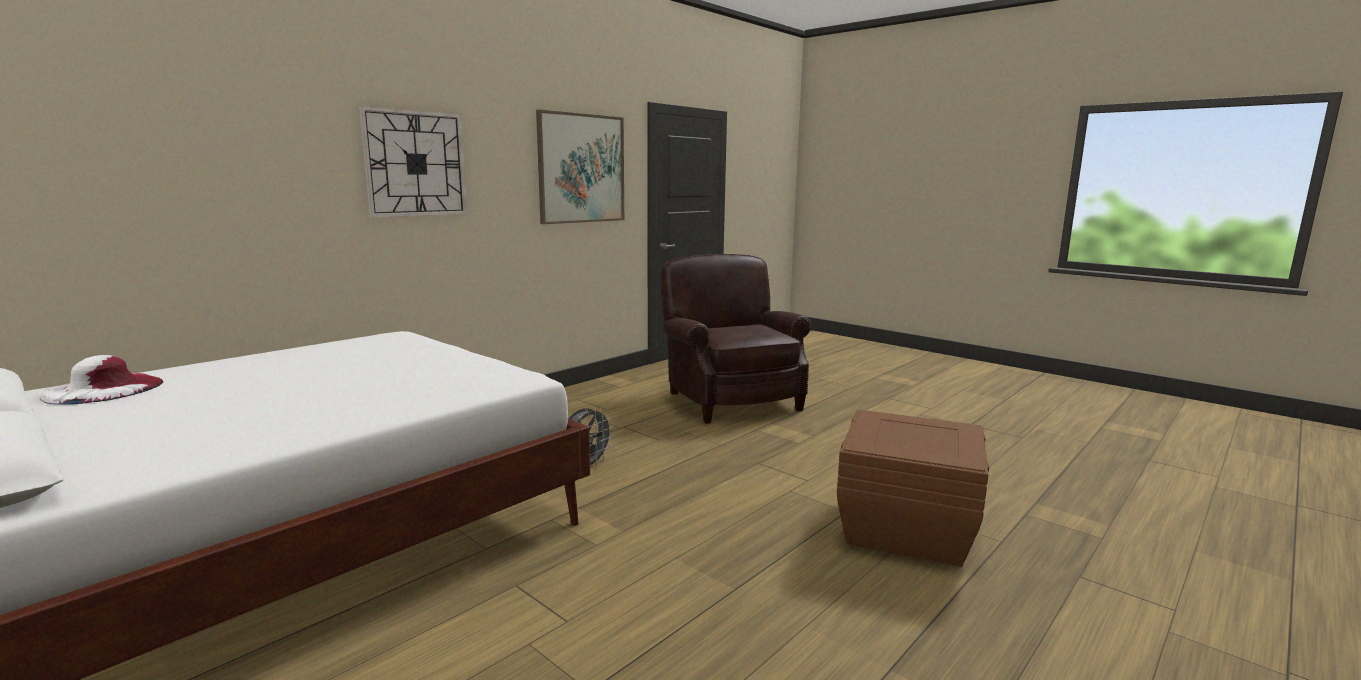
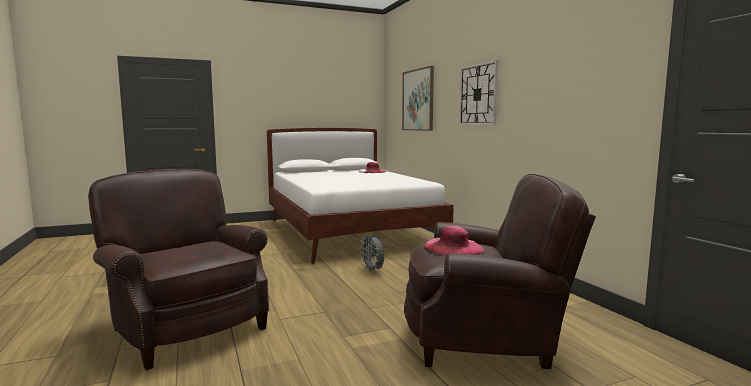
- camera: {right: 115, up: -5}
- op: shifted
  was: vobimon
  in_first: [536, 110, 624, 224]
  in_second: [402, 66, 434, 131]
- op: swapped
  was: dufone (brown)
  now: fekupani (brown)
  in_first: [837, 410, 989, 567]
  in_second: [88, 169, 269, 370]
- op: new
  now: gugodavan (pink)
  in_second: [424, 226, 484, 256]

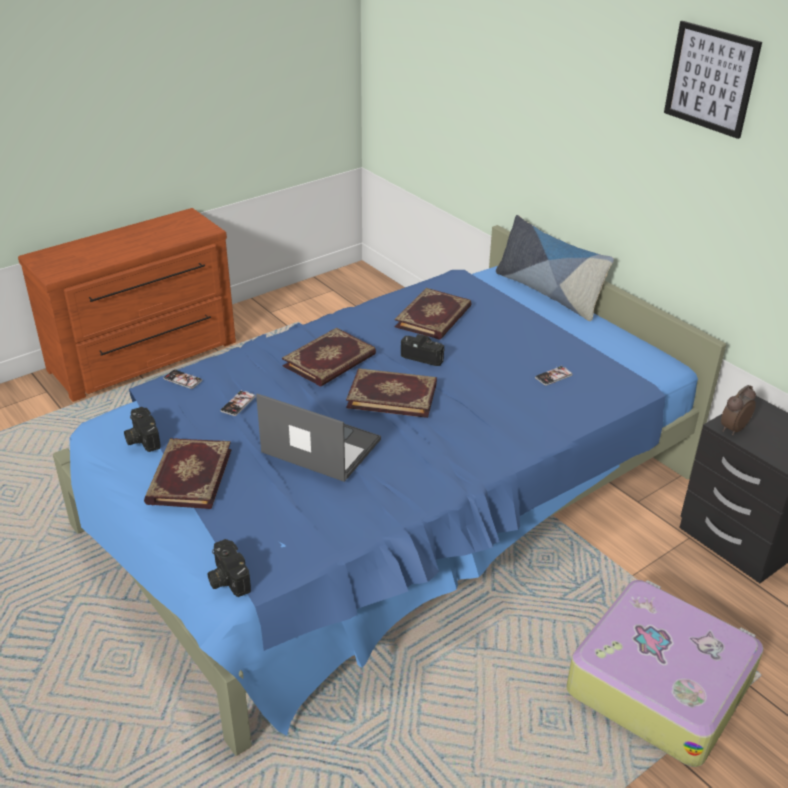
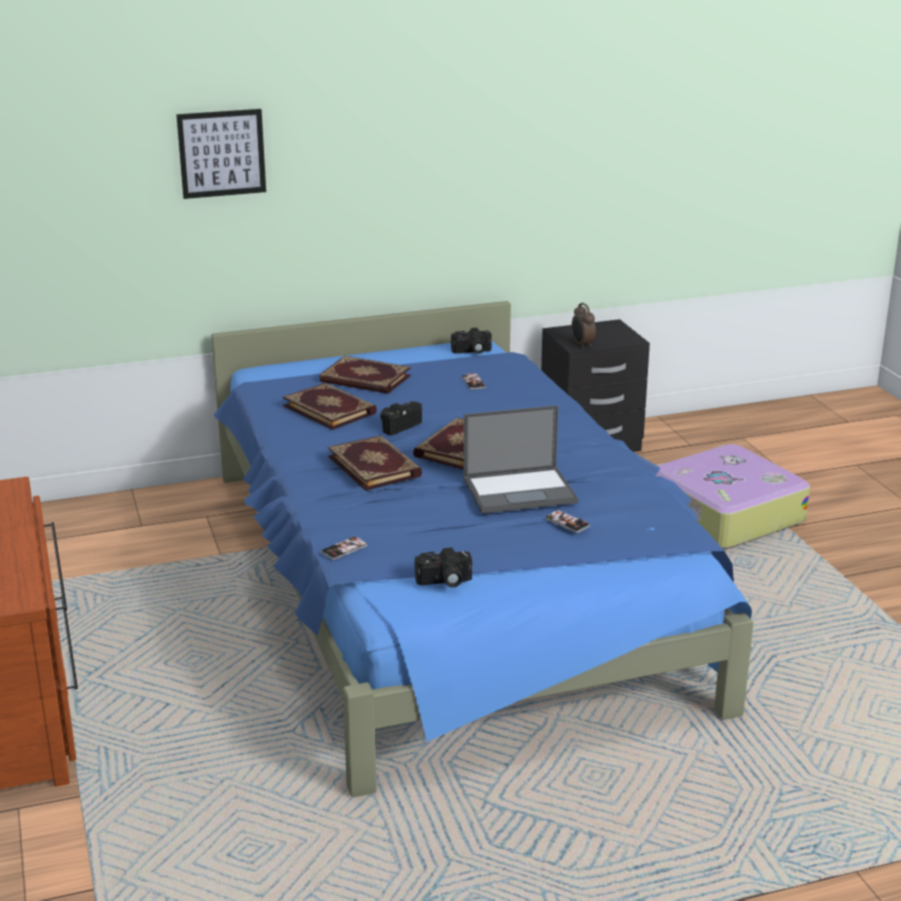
- camera: {right: -70, up: -10}
- op: shifted
  was: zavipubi
  in_first: [144, 438, 231, 509]
  in_second: [320, 356, 411, 394]
- op: shifted
  was: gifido
  in_first: [208, 539, 251, 597]
  in_second: [451, 328, 492, 354]
- op: shifted
  was: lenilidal
  in_first: [220, 390, 256, 416]
  in_second: [545, 509, 590, 533]
- op: rotated
  was: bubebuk
  in_first: [256, 394, 381, 482]
  in_second: [464, 405, 578, 514]
  clockwise: -150
- op: gone
  was: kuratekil
  in_first: [496, 215, 614, 321]
- op: shifted
  was: vobimon
  in_first: [664, 21, 762, 139]
  in_second: [176, 109, 266, 199]

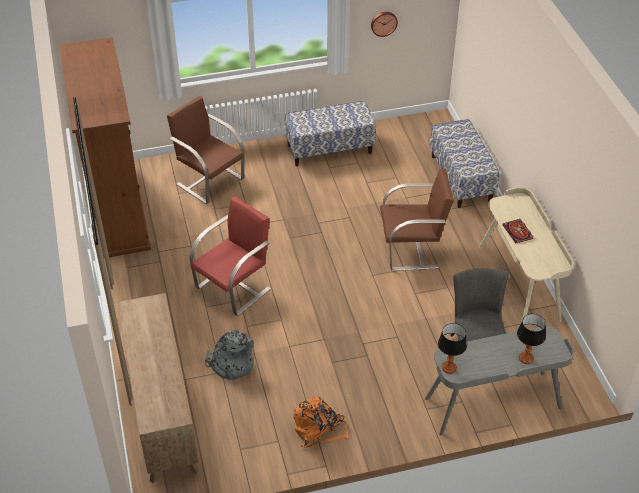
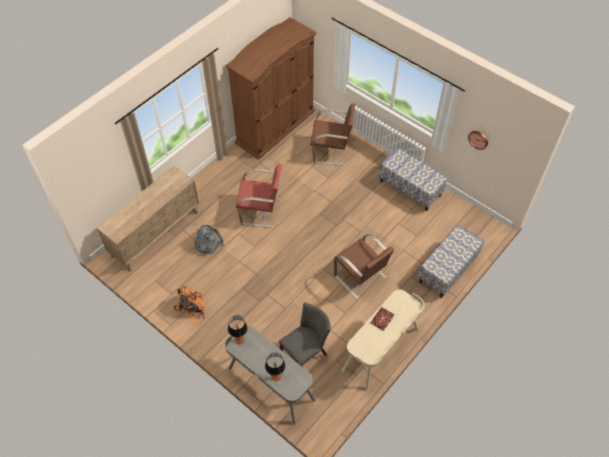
- camera: {right: 55, up: 10}
- op: rotated
  was: fekupani (brown)
  in_first: [167, 96, 245, 204]
  in_second: [311, 103, 356, 166]
  clockwise: 90

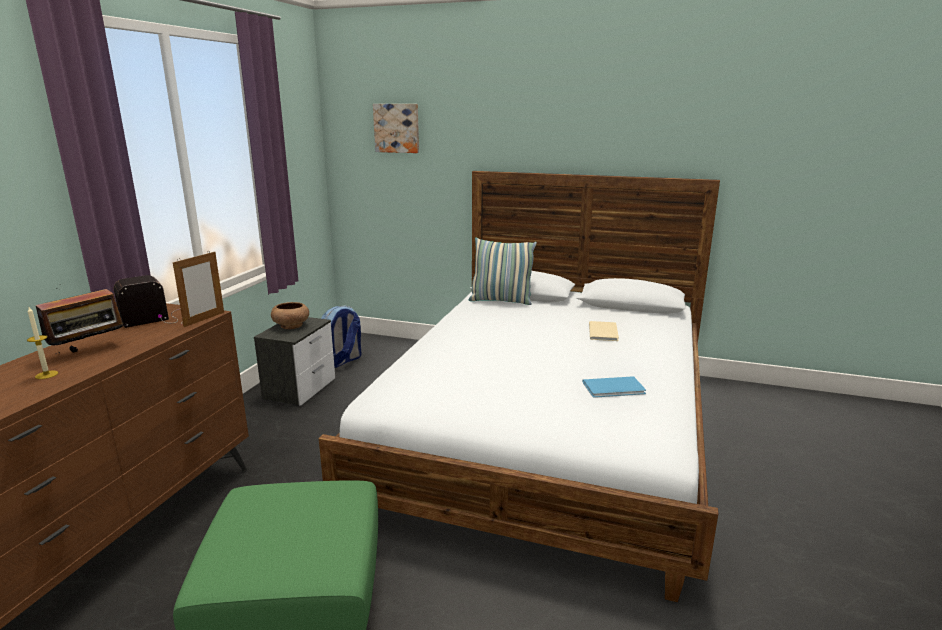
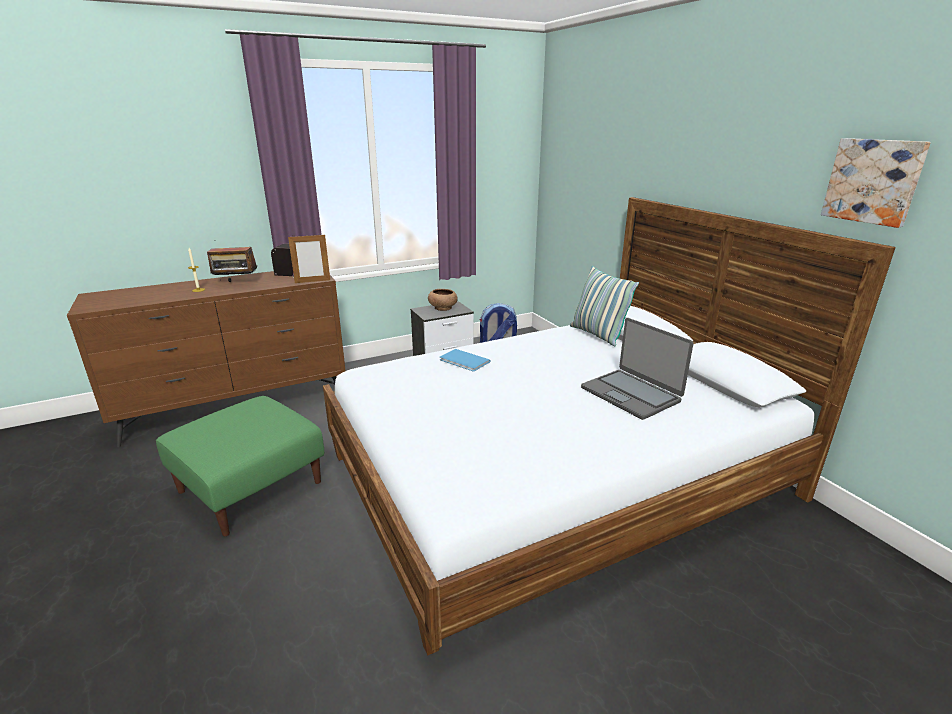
- camera: {right: 45, up: 5}
- op: shifted
  was: vobimon
  in_first: [373, 104, 419, 153]
  in_second: [821, 138, 931, 228]
- op: shifted
  was: zavipubi (blue)
  in_first: [582, 376, 646, 398]
  in_second: [440, 349, 491, 372]
- op: swapped
  was: zavipubi (beige)
  now: bubebuk
  in_first: [589, 321, 619, 341]
  in_second: [581, 318, 693, 420]

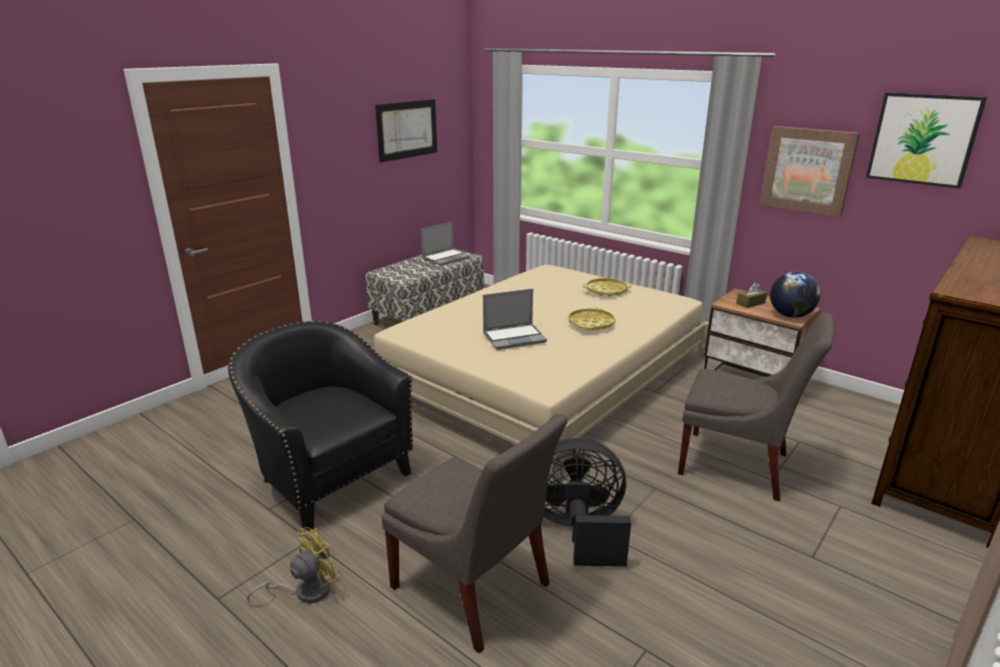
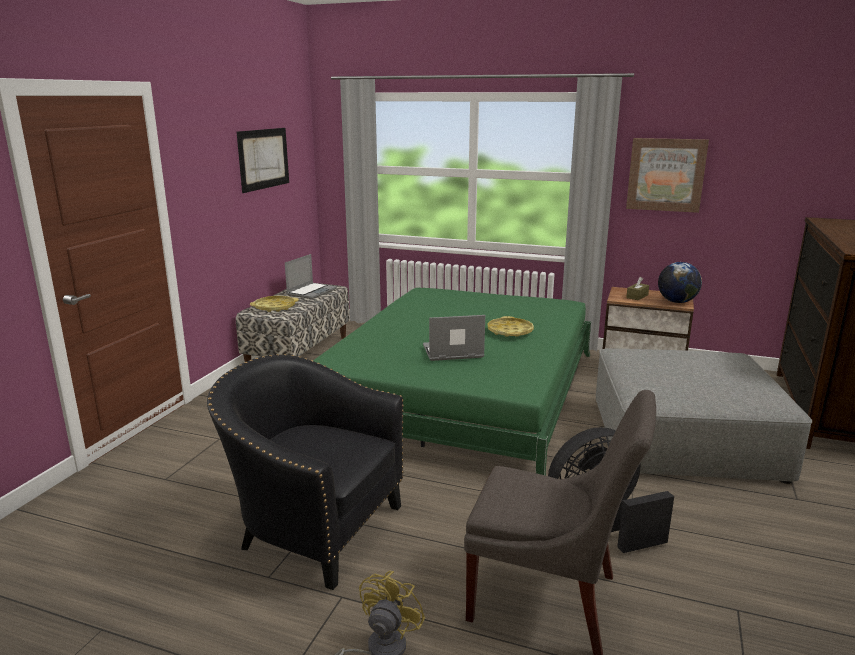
- camera: {right: -20, up: -5}
- op: repainted
  was: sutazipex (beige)
  now: sutazipex (green)
  in_first: [374, 265, 709, 485]
  in_second: [313, 288, 591, 476]
- op: rotated
  was: bubebuk
  in_first: [483, 289, 547, 350]
  in_second: [423, 315, 485, 361]
  clockwise: -150
- op: shifted
  was: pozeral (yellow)
  in_first: [582, 278, 632, 297]
  in_second: [250, 296, 299, 312]
- op: swapped
  was: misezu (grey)
  now: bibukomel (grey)
  in_first: [678, 313, 835, 501]
  in_second: [596, 348, 812, 484]
- op: gone
  was: vobimon
  in_first: [866, 92, 987, 189]

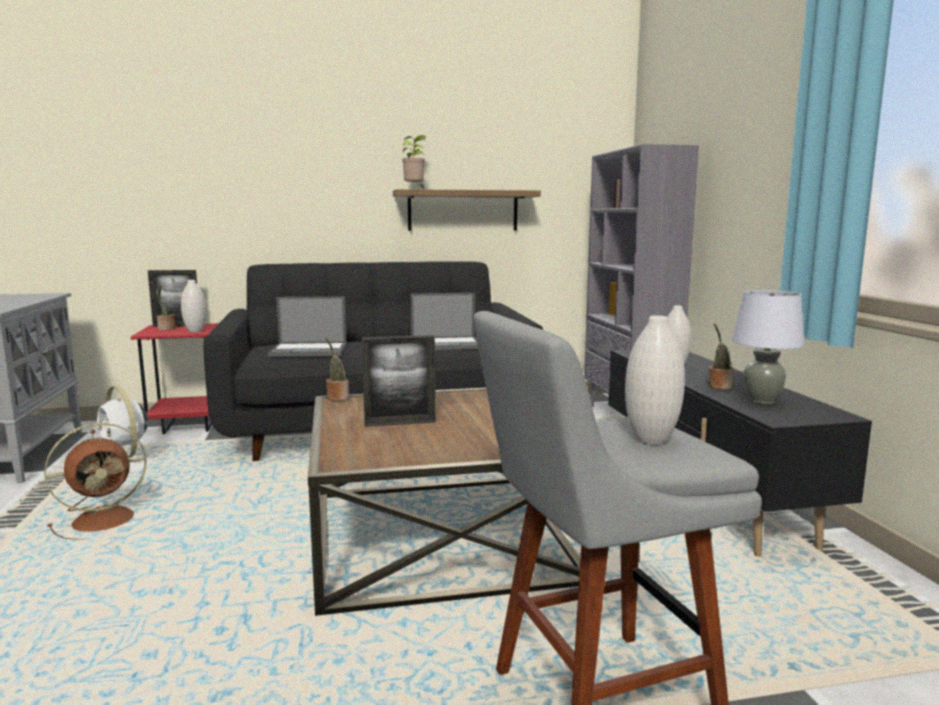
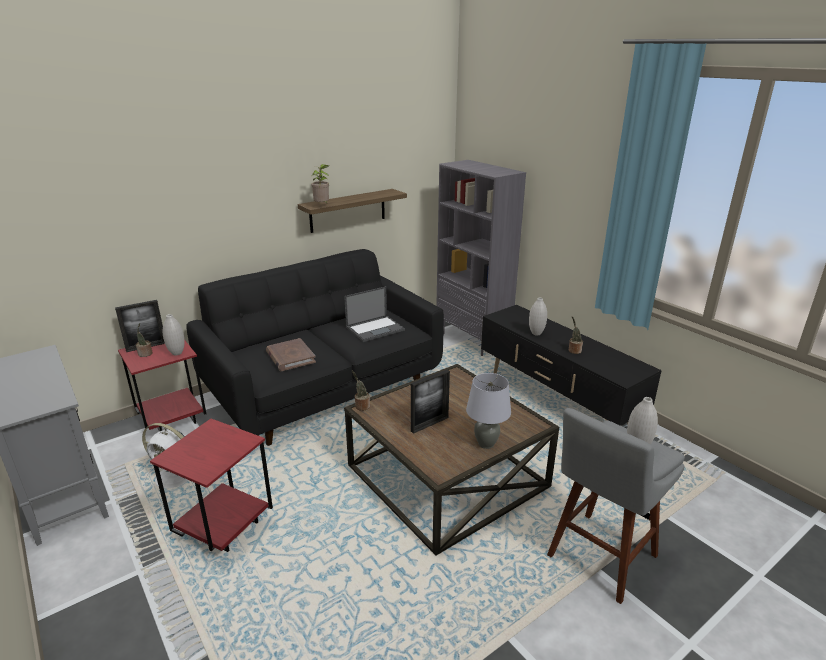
- camera: {right: -25, up: 15}
- op: swapped
  was: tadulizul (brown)
  now: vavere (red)
  in_first: [44, 423, 147, 540]
  in_second: [150, 419, 273, 552]
- op: swapped
  was: bubebuk
  now: zavipubi (brown)
  in_first: [268, 296, 346, 357]
  in_second: [266, 338, 316, 371]
- op: shifted
  was: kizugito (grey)
  in_first: [732, 290, 804, 404]
  in_second: [466, 373, 511, 449]

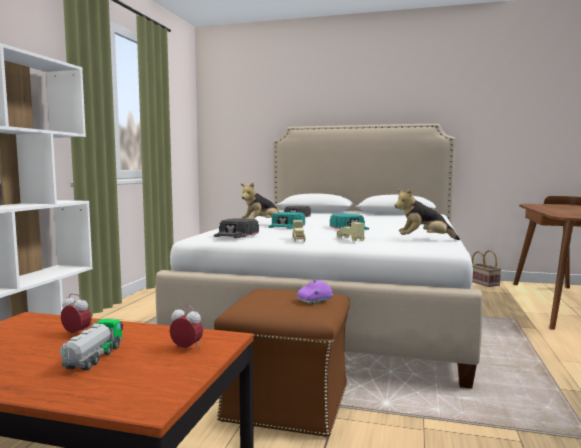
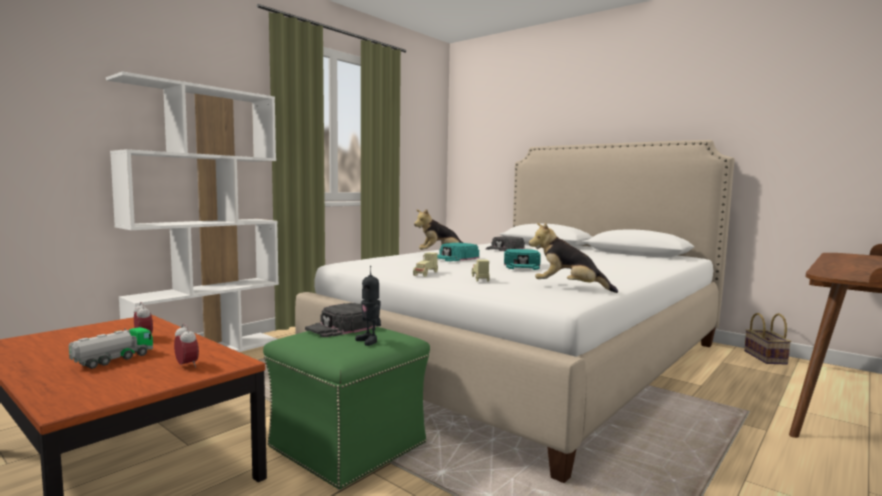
- camera: {right: 25, up: 0}
- op: shifted
  was: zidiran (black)
  in_first: [214, 218, 259, 238]
  in_second: [305, 303, 376, 337]
- op: repainted
  was: bibukomel (brown)
  now: bibukomel (green)
  in_first: [214, 289, 350, 437]
  in_second: [263, 326, 430, 490]
- op: swapped
  was: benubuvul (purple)
  now: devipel
  in_first: [297, 279, 333, 304]
  in_second: [355, 266, 381, 346]

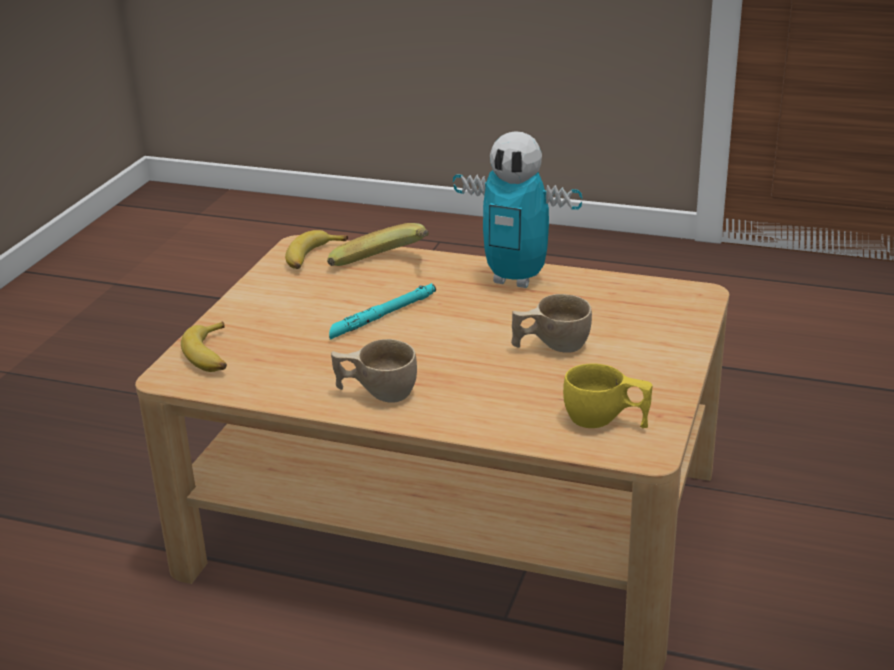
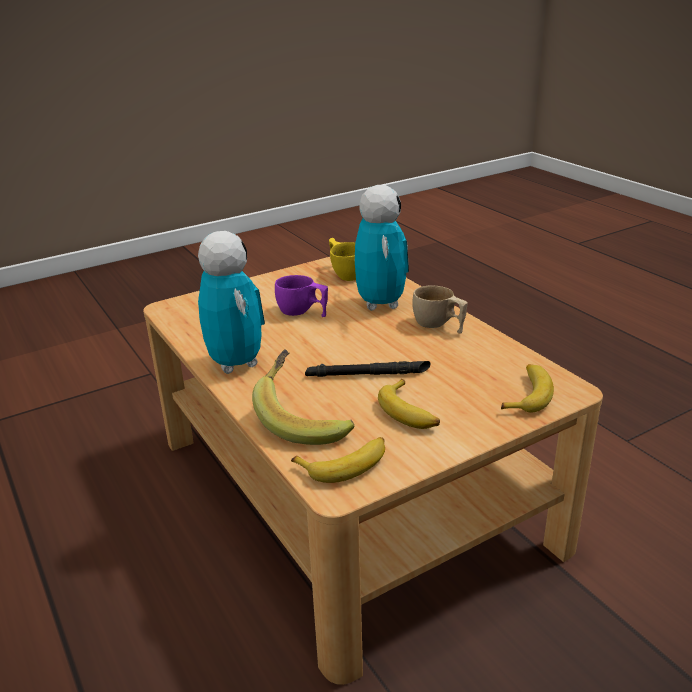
- camera: {right: -140, up: 0}
- op: repainted
  was: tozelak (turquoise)
  now: tozelak (black)
  in_first: [329, 283, 436, 340]
  in_second: [305, 361, 431, 377]
- op: repainted
  was: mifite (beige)
  now: mifite (purple)
  in_first: [511, 294, 592, 353]
  in_second: [275, 275, 328, 317]
- op: new
  now: devipel
  in_second: [355, 185, 409, 310]
- op: new
  now: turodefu
  in_second: [378, 379, 440, 429]

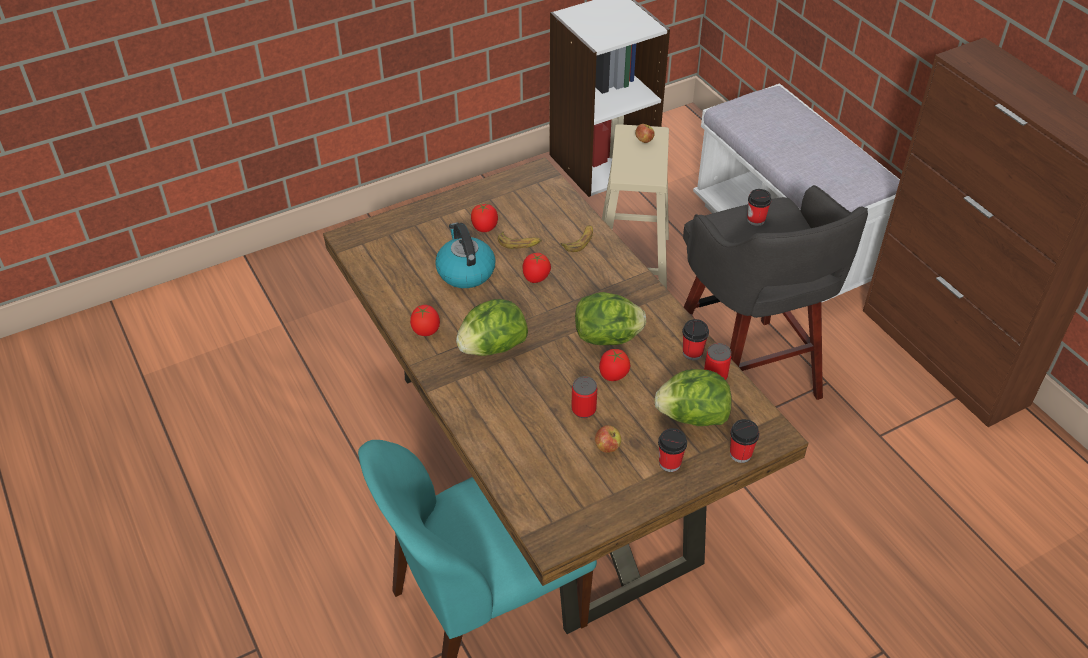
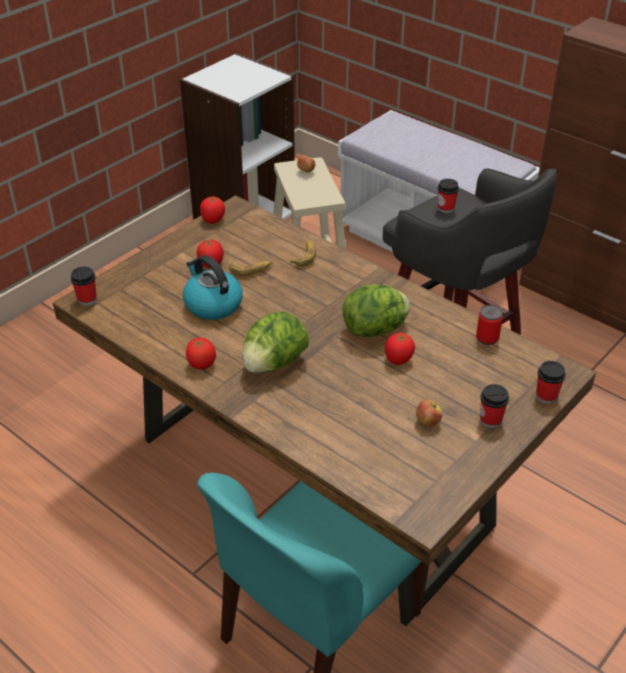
- camera: {right: -20, up: -5}
- op: shifted
  was: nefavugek
  in_first: [523, 253, 551, 283]
  in_second: [200, 196, 225, 224]
- op: gone
  was: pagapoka
  in_first: [571, 376, 597, 418]
- op: gone
  was: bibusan
  in_first: [654, 369, 732, 426]
- op: shifted
  was: mifite
  in_first: [682, 319, 709, 360]
  in_second: [71, 267, 97, 306]

